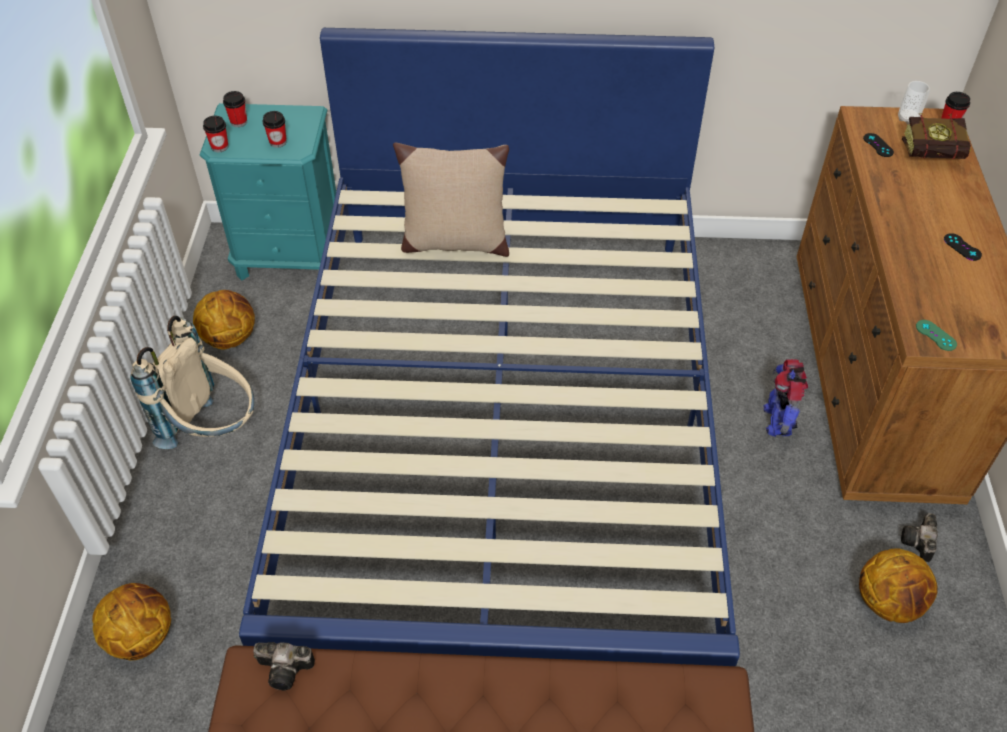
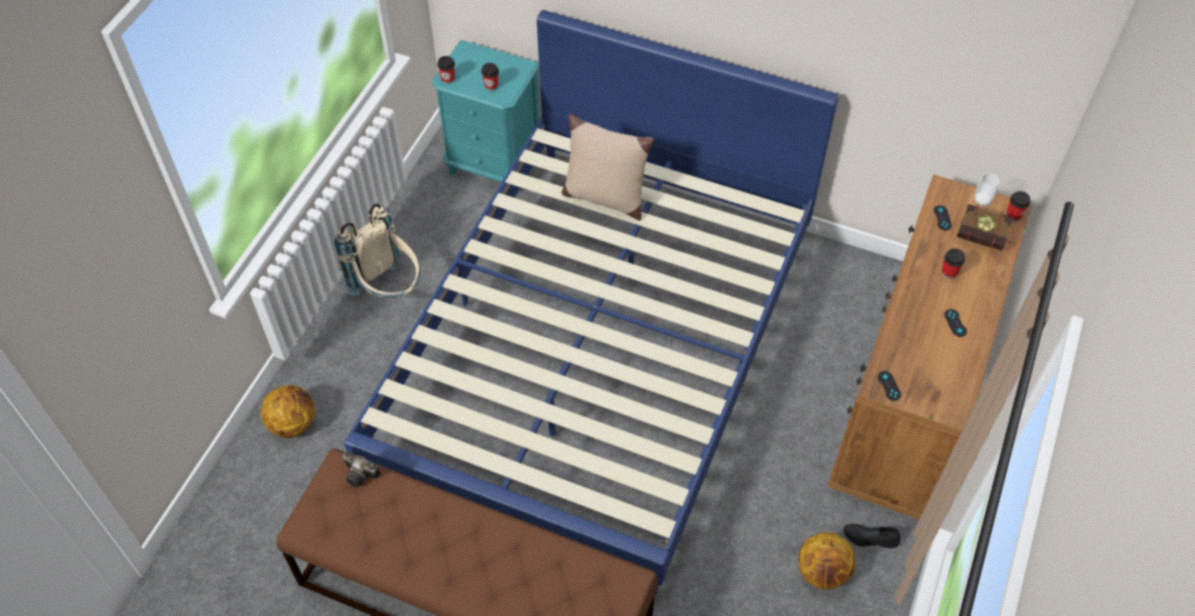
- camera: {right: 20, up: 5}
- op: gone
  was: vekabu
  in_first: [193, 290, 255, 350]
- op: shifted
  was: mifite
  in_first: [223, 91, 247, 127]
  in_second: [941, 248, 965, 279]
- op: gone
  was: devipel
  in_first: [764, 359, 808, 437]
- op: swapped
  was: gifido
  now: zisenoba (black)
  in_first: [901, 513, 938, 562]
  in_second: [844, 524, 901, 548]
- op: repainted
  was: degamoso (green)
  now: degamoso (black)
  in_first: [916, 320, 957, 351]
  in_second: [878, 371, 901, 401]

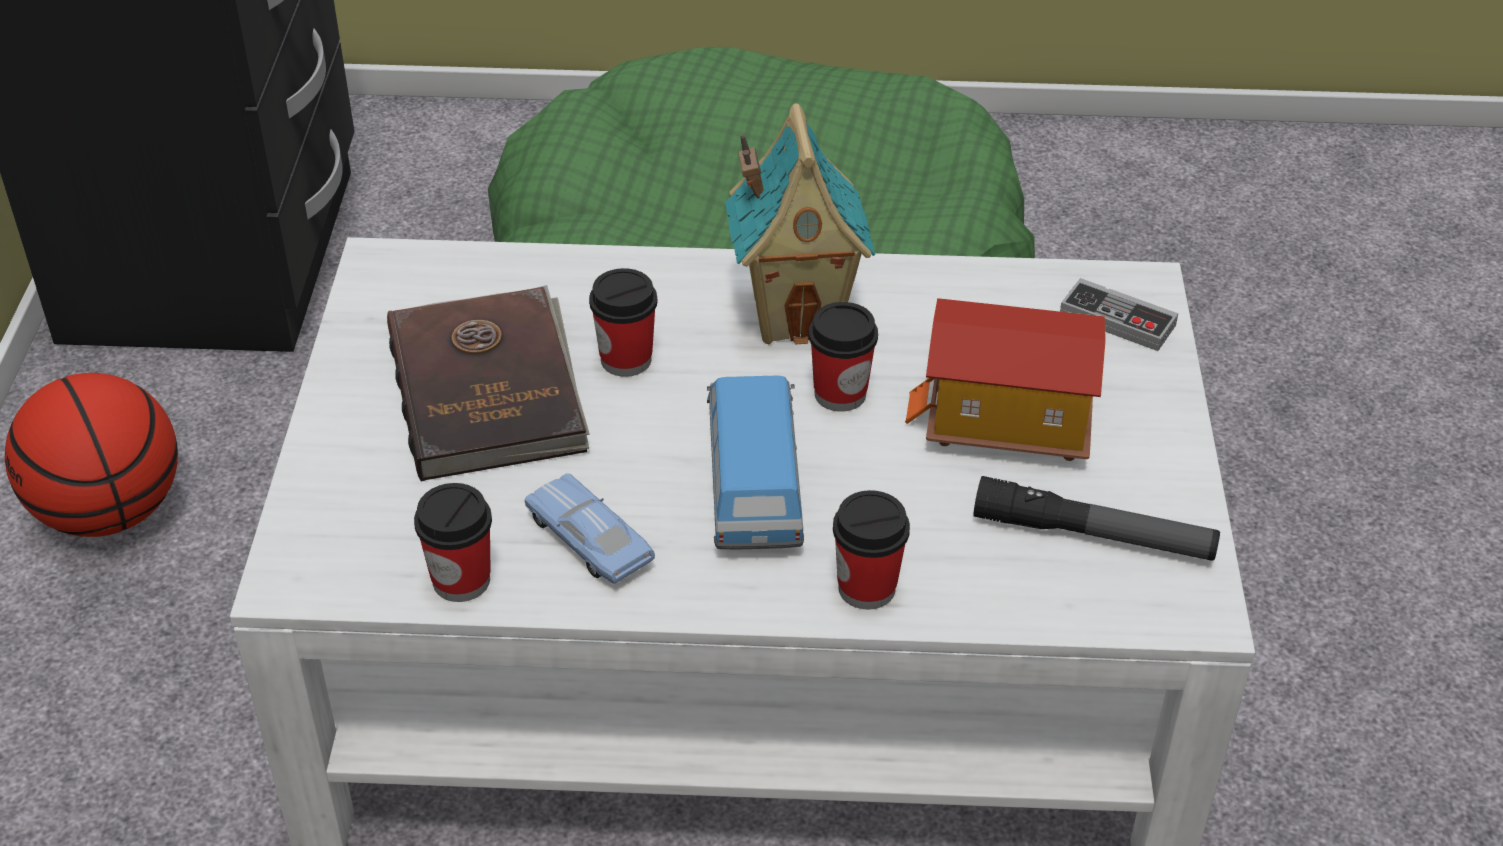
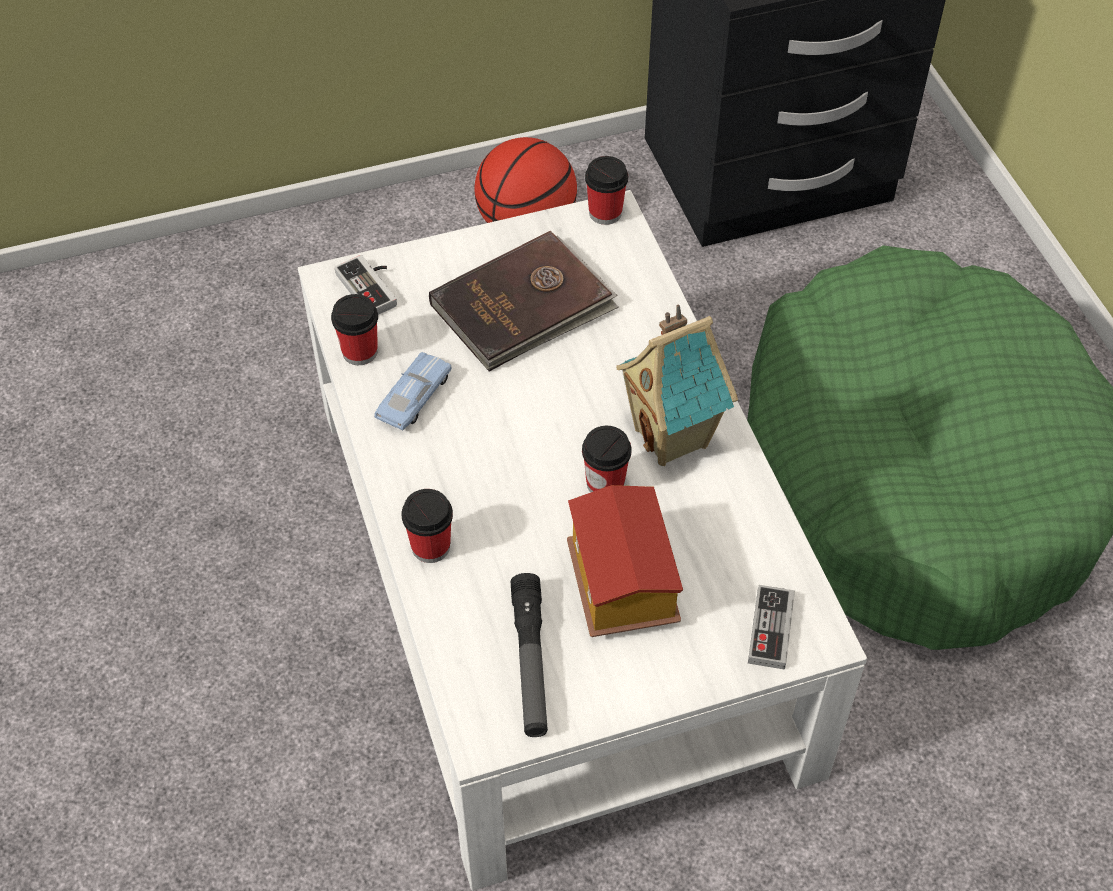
- camera: {right: 70, up: 10}
- op: shifted
  was: mifite
  in_first: [589, 268, 657, 377]
  in_second: [585, 156, 628, 225]
- op: gone
  was: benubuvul
  in_first: [707, 375, 804, 550]
- op: new
  now: degamoso
  in_second: [334, 255, 397, 315]

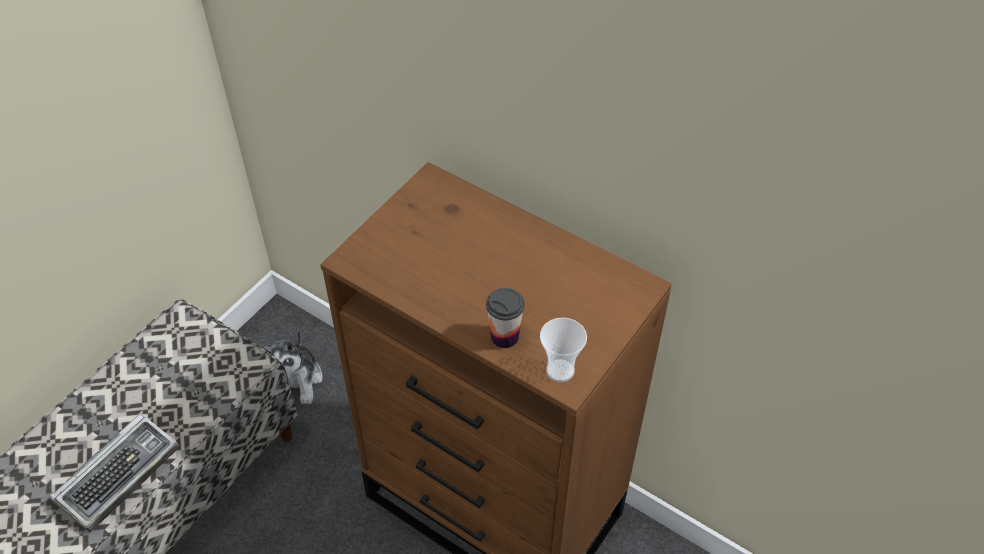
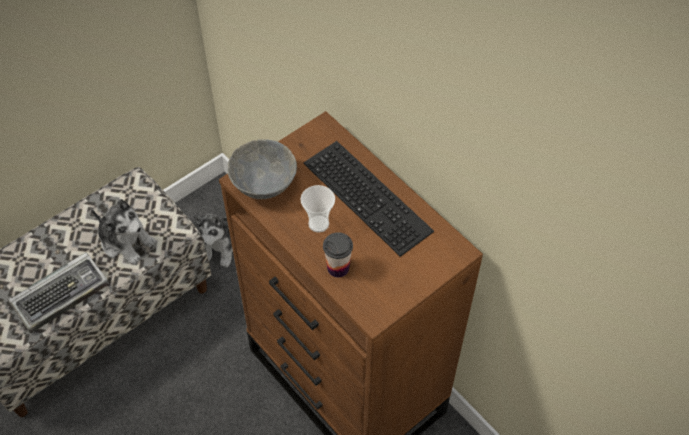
- camera: {right: 15, up: 5}
- op: shifted
  was: mifite
  in_first: [540, 317, 587, 382]
  in_second: [300, 185, 335, 233]
- op: new
  now: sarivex
  in_second: [91, 199, 156, 265]
- op: new
  now: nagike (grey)
  in_second: [228, 139, 297, 199]
- op: new
  now: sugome
  in_second: [304, 141, 434, 257]

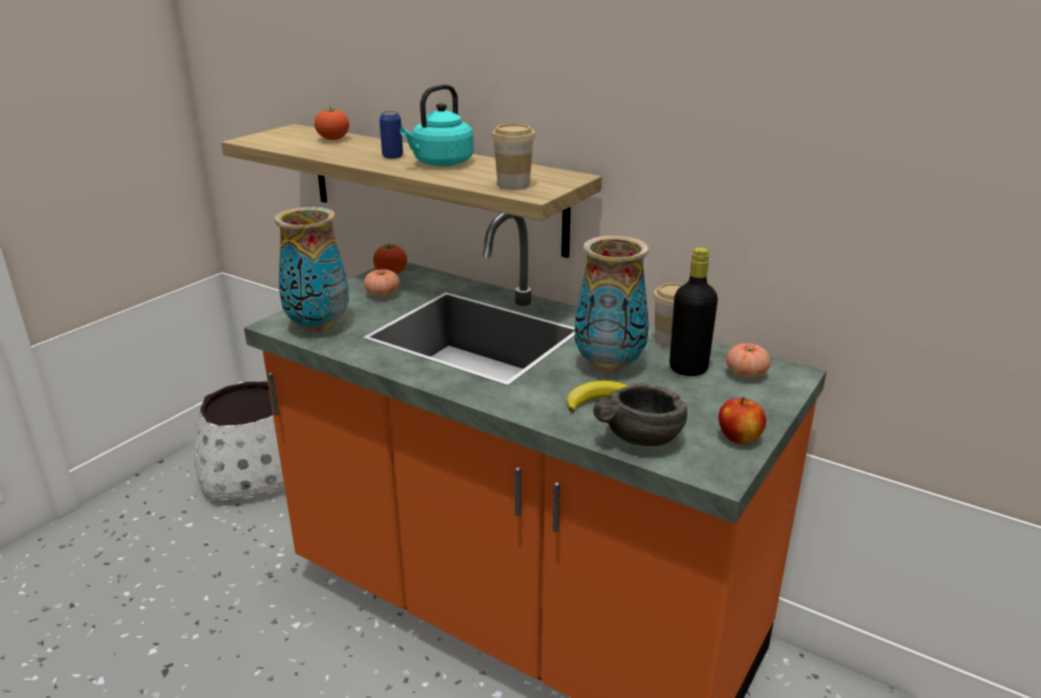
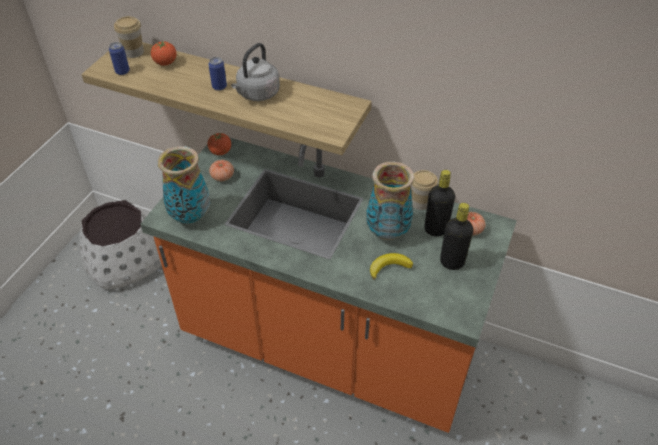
- camera: {right: -10, up: 20}
- op: repainted
  was: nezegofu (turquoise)
  now: nezegofu (grey)
  in_first: [400, 84, 473, 167]
  in_second: [231, 43, 280, 101]
- op: shifted
  was: mifite
  in_first: [492, 124, 535, 190]
  in_second: [114, 16, 144, 58]
- op: gone
  was: nagike (grey)
  in_first: [593, 383, 687, 446]
- op: gone
  was: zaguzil
  in_first: [719, 397, 766, 444]
- op: new
  now: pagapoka
  in_second: [109, 42, 130, 75]
- op: new
  now: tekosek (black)
  in_second: [440, 203, 473, 270]

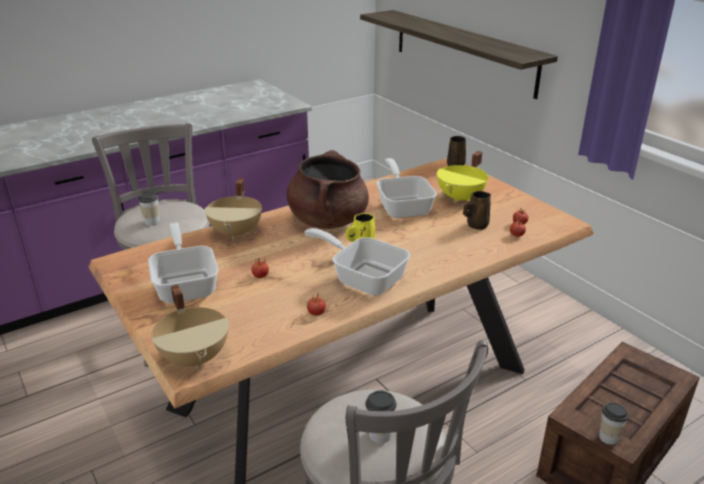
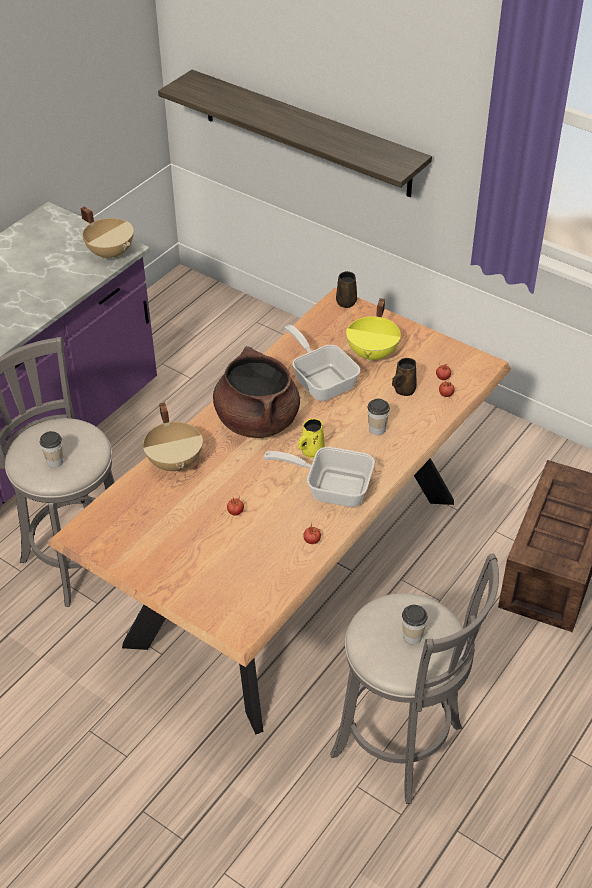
- camera: {right: -20, up: 15}
- op: gone
  was: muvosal
  in_first: [148, 222, 218, 303]
- op: shifted
  was: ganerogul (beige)
  in_first: [151, 285, 229, 369]
  in_second: [81, 206, 134, 259]
- op: shifted
  was: mifite
  in_first: [599, 403, 628, 445]
  in_second: [368, 399, 390, 435]

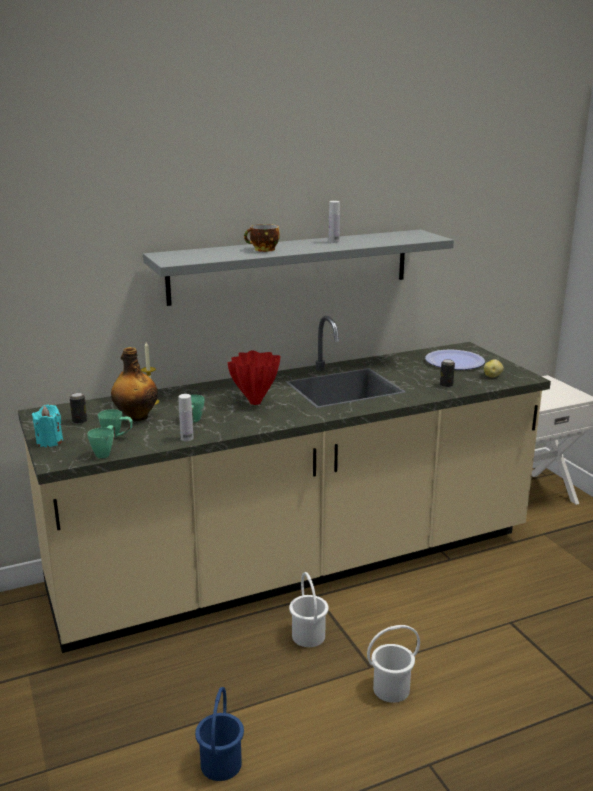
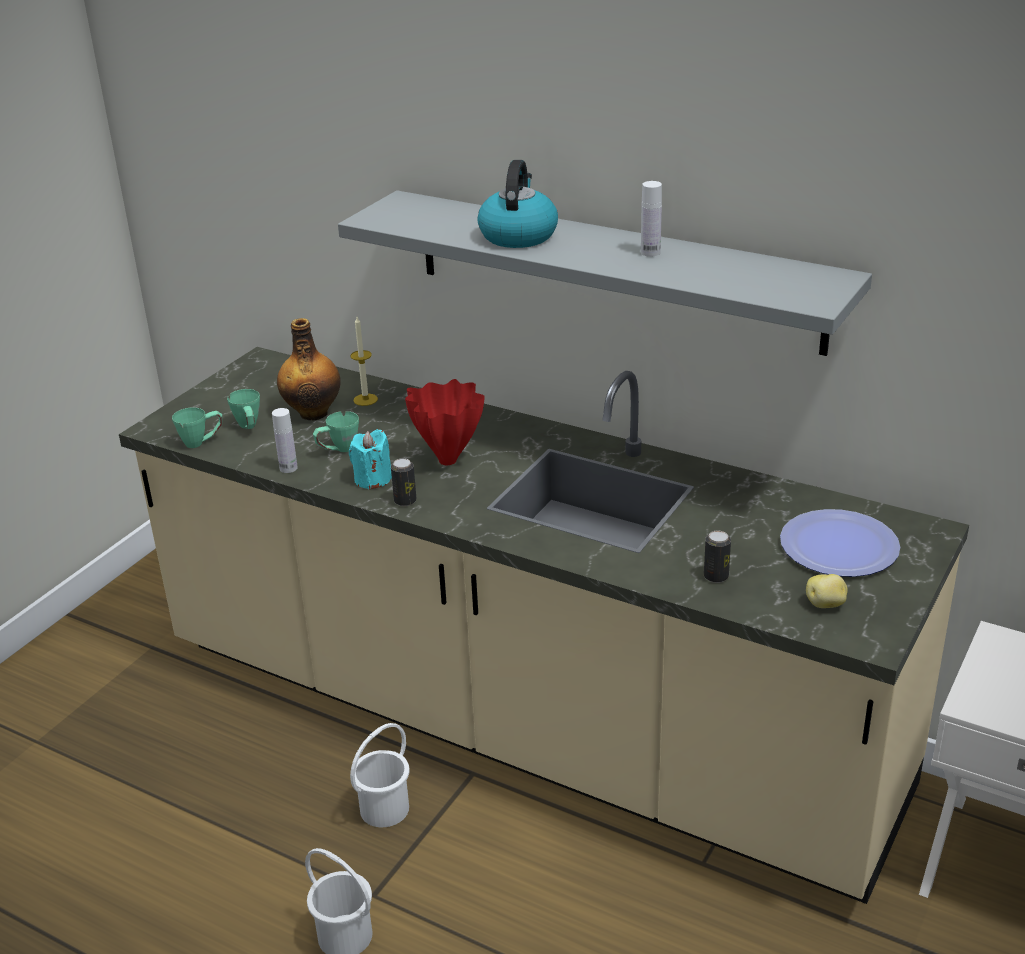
- camera: {right: 55, up: 10}
- op: shifted
  was: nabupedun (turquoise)
  in_first: [32, 404, 63, 447]
  in_second: [349, 429, 392, 490]
- op: shifted
  was: pagapoka
  in_first: [69, 393, 87, 424]
  in_second: [391, 458, 417, 506]
- op: gone
  was: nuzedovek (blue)
  in_first: [195, 687, 244, 781]
- op: swapped
  was: mifite
  now: nezegofu
  in_first: [244, 224, 280, 252]
  in_second: [478, 160, 558, 248]

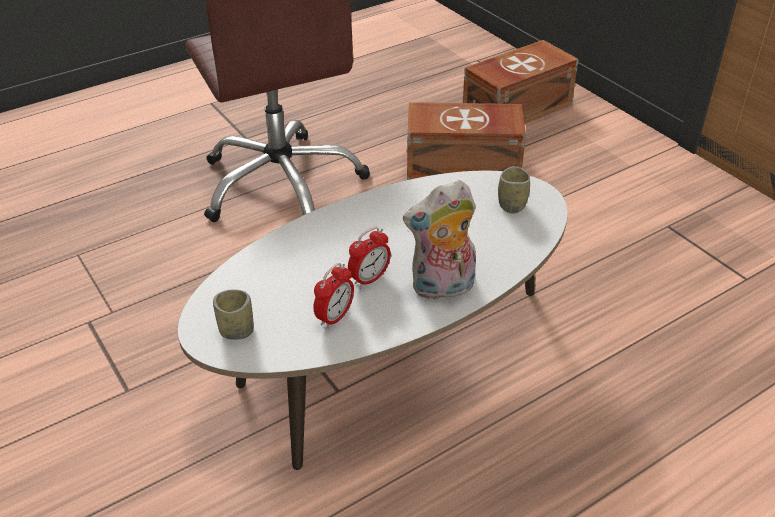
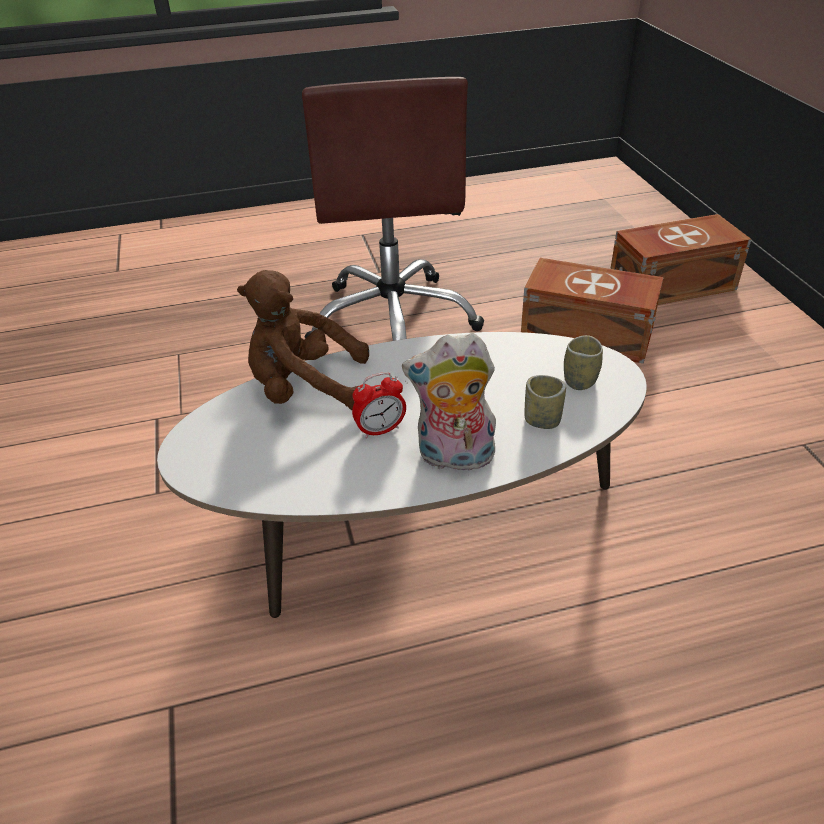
- camera: {right: 20, up: 0}
- op: shifted
  was: mifite
  in_first: [213, 290, 254, 340]
  in_second: [525, 375, 566, 429]
- op: gone
  was: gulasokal
  in_first: [313, 263, 354, 329]
- op: new
  now: sarivex (brown)
  in_second: [237, 270, 369, 410]

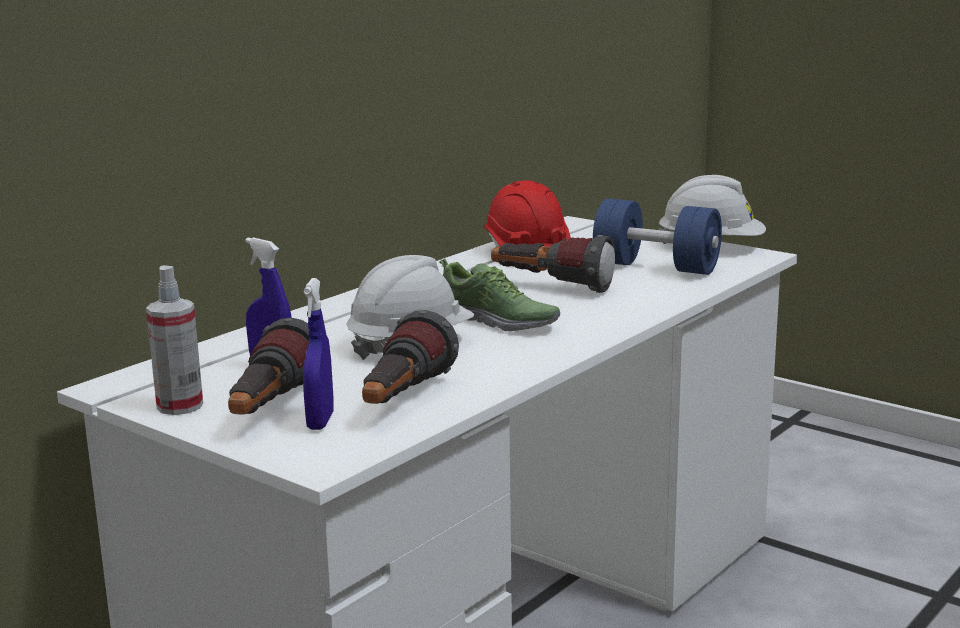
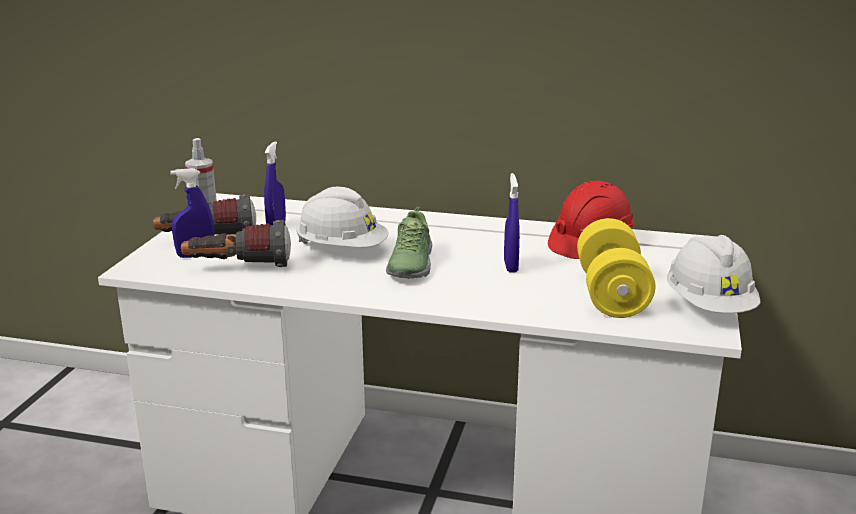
- camera: {right: 65, up: 5}
- op: swapped
  was: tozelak
  now: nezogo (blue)
  in_first: [491, 235, 615, 293]
  in_second: [504, 173, 520, 273]
- op: repainted
  was: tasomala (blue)
  now: tasomala (yellow)
  in_first: [593, 198, 722, 275]
  in_second: [577, 218, 655, 318]

